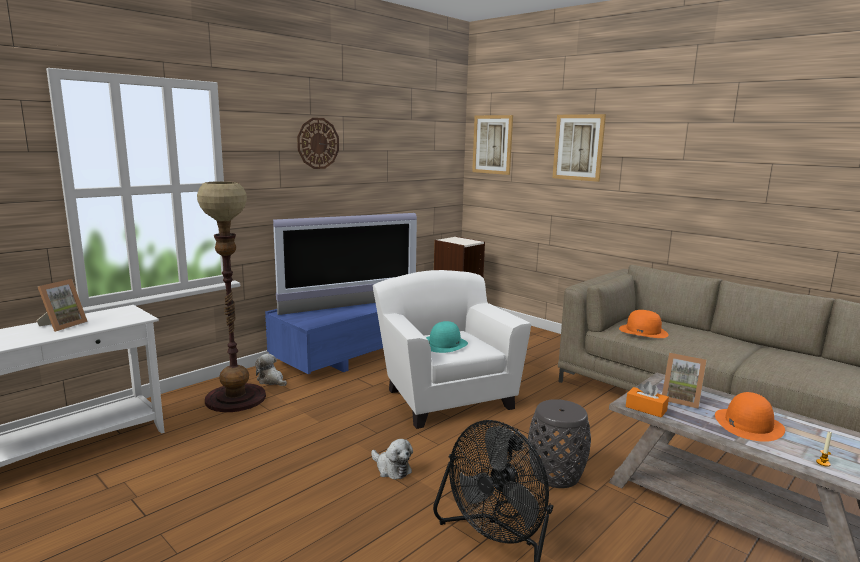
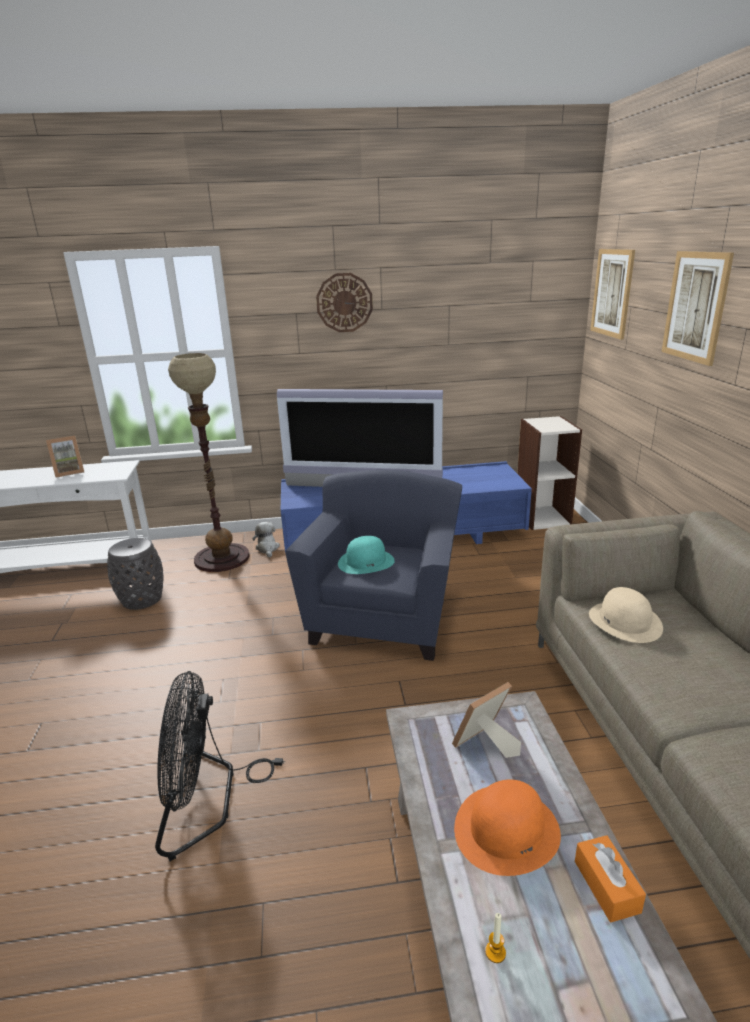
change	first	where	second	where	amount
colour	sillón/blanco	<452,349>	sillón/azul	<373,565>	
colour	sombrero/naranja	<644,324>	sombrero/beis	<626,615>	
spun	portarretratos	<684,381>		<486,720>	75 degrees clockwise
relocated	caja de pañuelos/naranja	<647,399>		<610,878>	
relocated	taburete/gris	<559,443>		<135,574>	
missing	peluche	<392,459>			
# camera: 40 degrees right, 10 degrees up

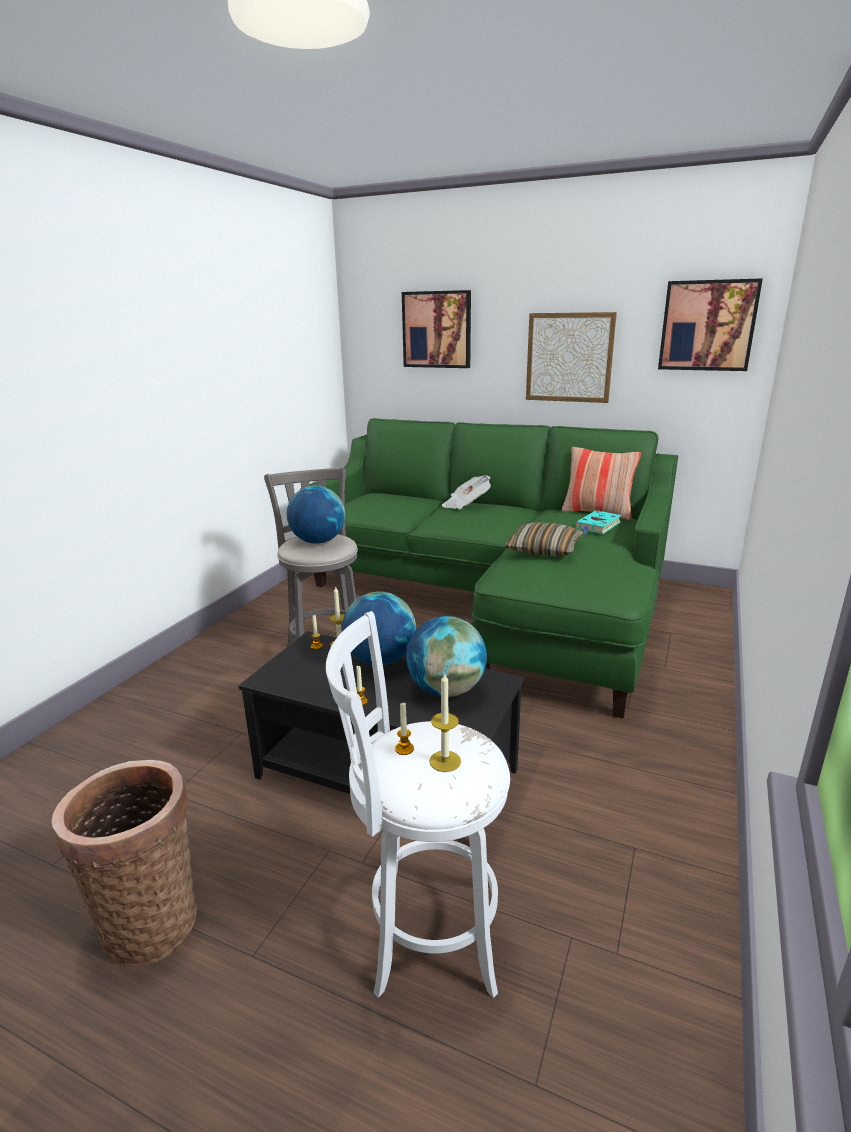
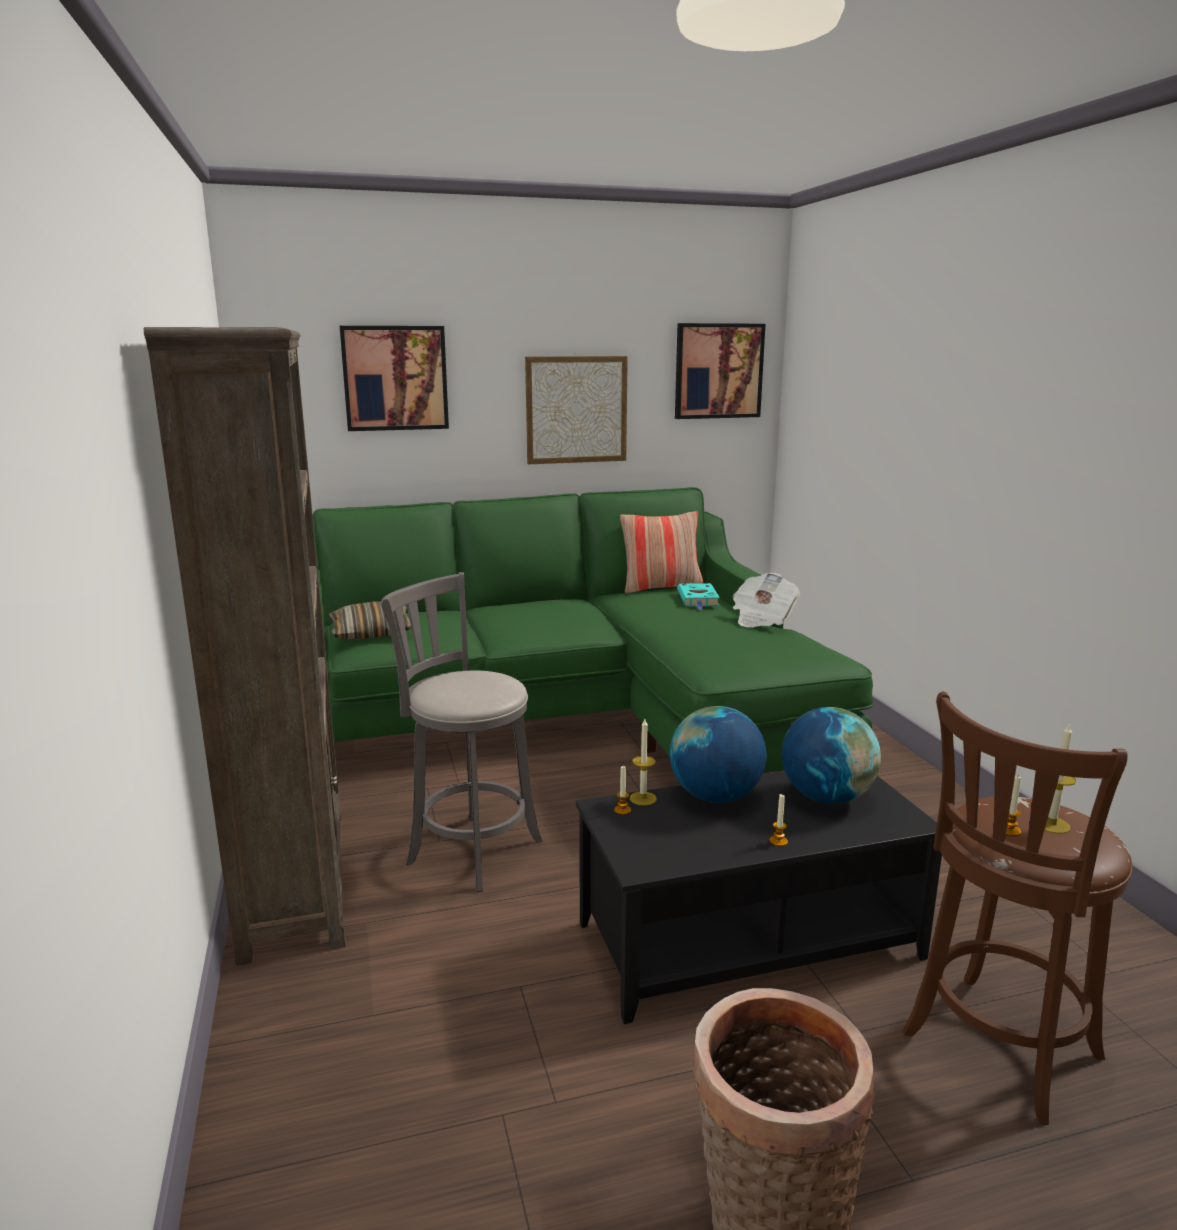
change	first	where	second	where	amount
relocated	periódico	<466,492>		<766,600>	
missing	globo terráqueo	<316,514>			
relocated	cojín	<544,539>		<370,620>	
colour	taburete/blanco	<418,804>	taburete/marrón	<1018,908>	
appeared			estantería/marrón	<244,646>	
# camera: 40 degrees left, 5 degrees down

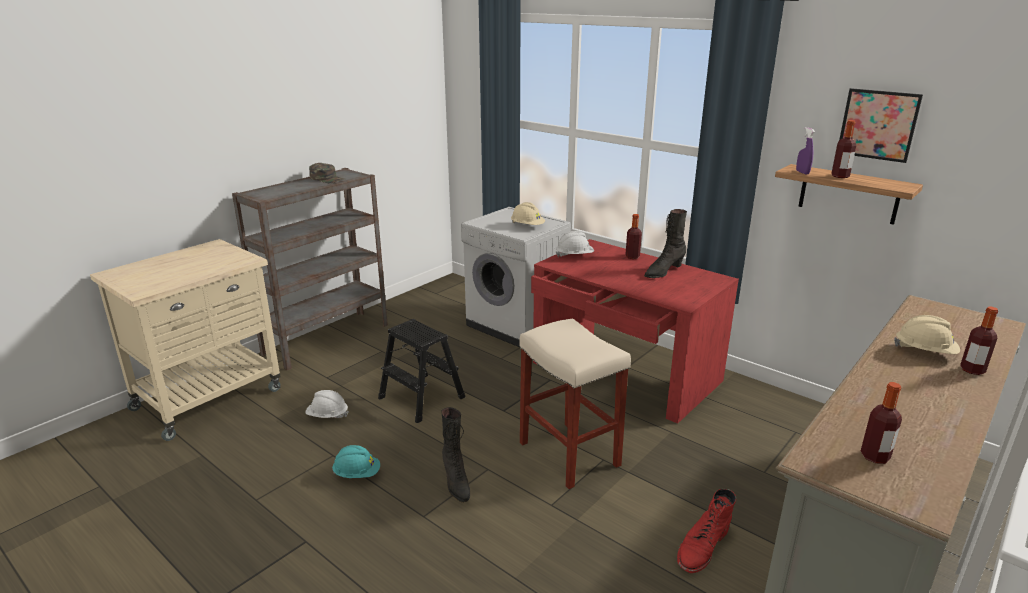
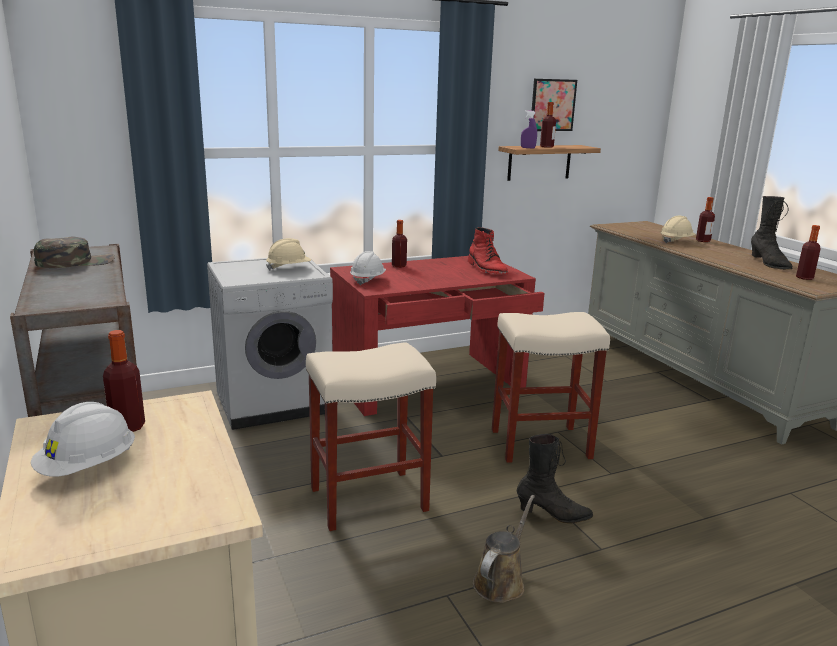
change	first	where	second	where	amount
relocated	bota/negro	<665,243>		<772,233>	
exchanged	escalera de tijera/negro	<422,371>	taburete/beis	<371,436>	
relocated	casco/blanco	<327,404>		<83,439>	
exchanged	casco/turquesa	<356,461>	regadera/marrón	<504,549>	
relocated	bota/rojo	<706,531>		<488,250>	
appeared			botella	<124,381>	
# camera: 65 degrees left, 5 degrees down

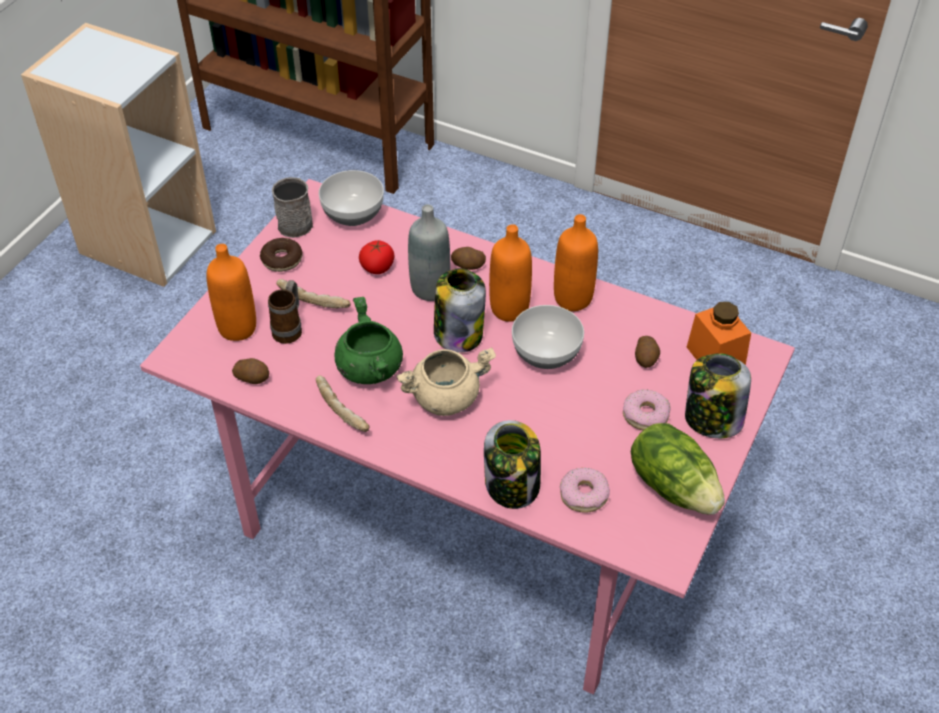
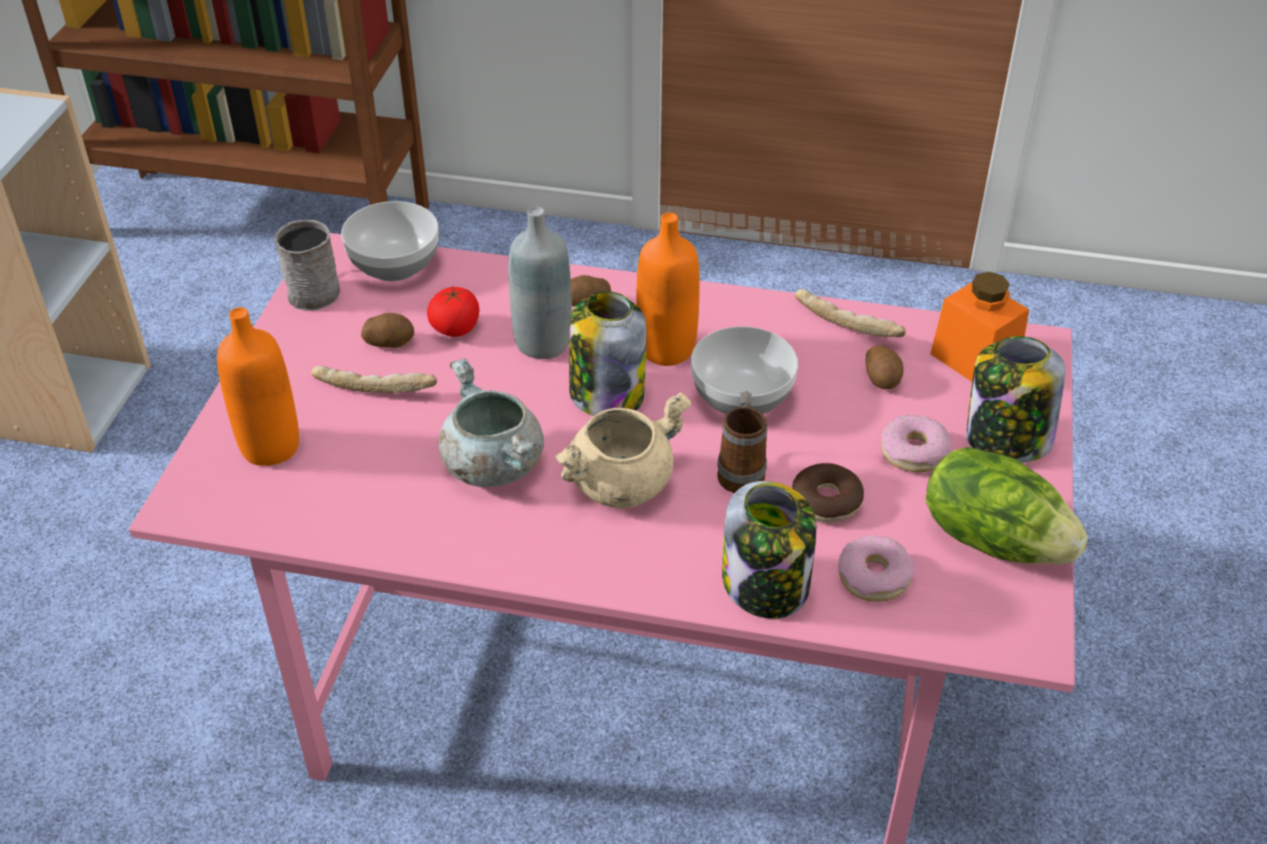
change	first	where	second	where	amount
missing	botella/naranja	<576,262>			
relocated	rosquilla	<281,255>		<828,492>	
relocated	taza grande	<285,312>		<742,442>	
colour	olla/verde	<368,340>	olla/gris	<491,423>	
relocated	patata	<250,371>		<387,330>	
relocated	pan	<343,403>		<850,313>	
# camera: 15 degrees left, 5 degrees down

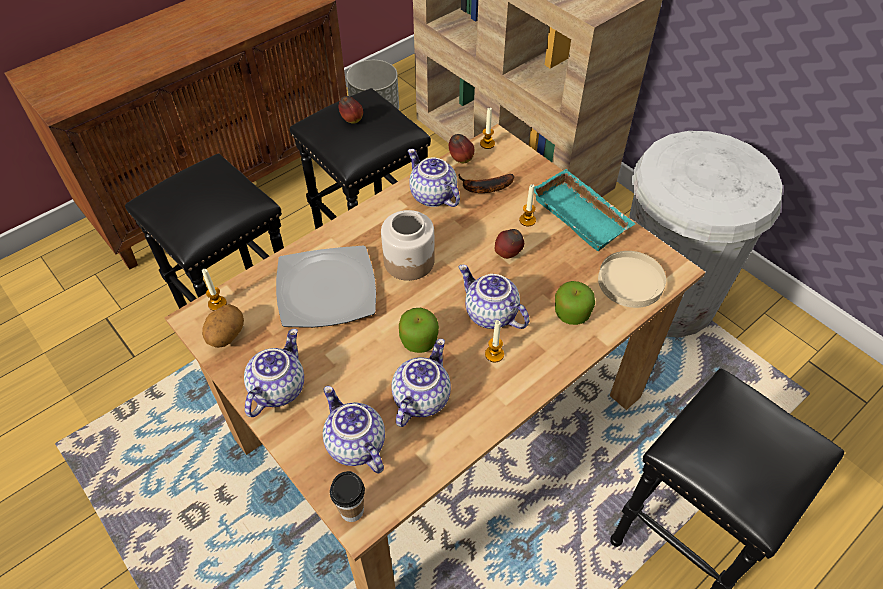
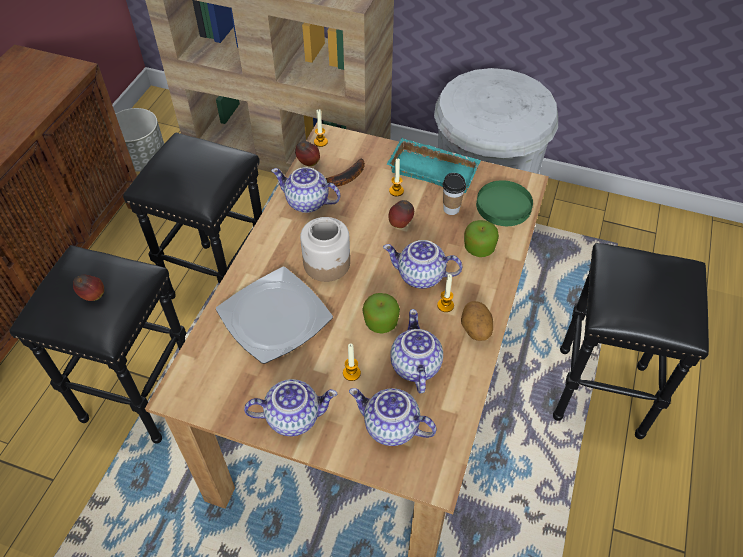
change	first	where	second	where	amount
relocated	manzana	<351,110>		<88,287>	
colour	plato/beis	<632,279>	plato/verde	<504,203>	
relocated	vela	<214,290>		<352,362>	
relocated	patata	<223,326>		<477,321>	
spun	tetera	<274,373>		<290,407>	90 degrees clockwise
relocated	taza	<347,496>		<454,194>	
# camera: 30 degrees left, 0 degrees up

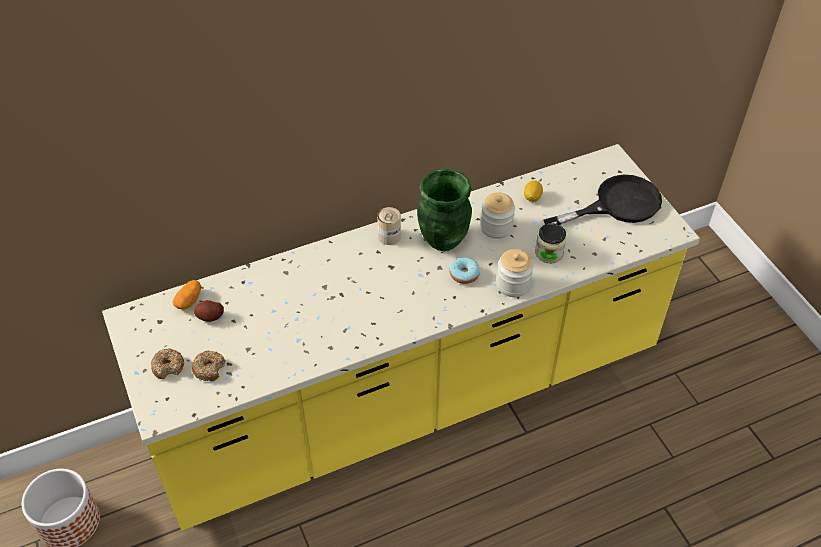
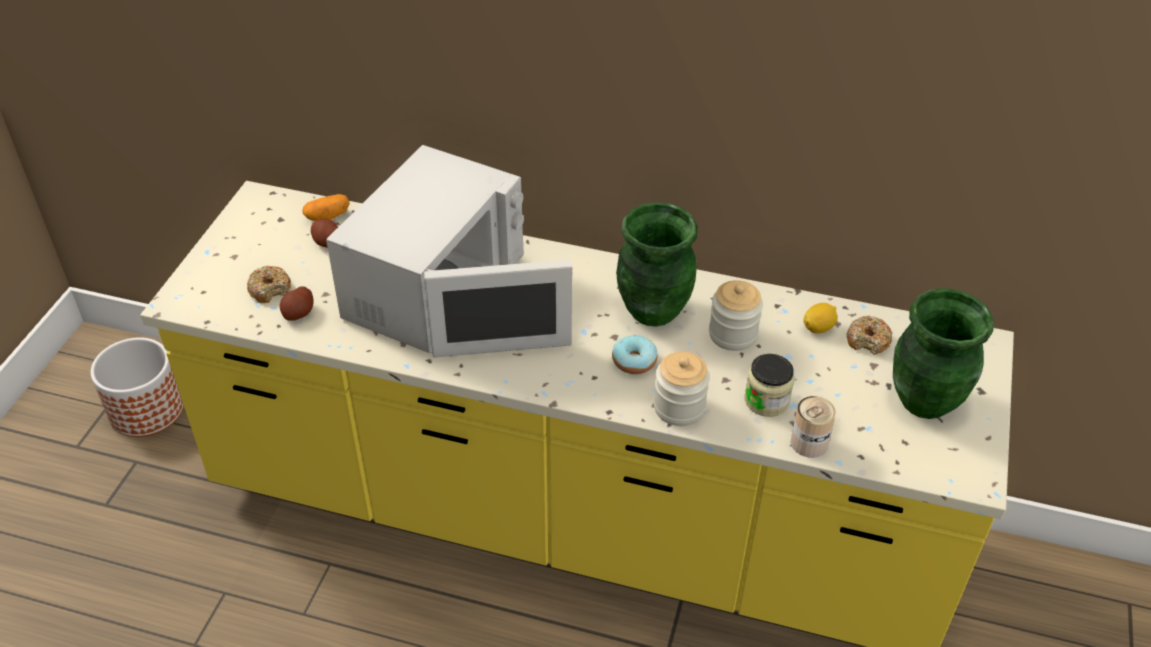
change	first	where	second	where	amount
exchanged	sartén/negro	<603,200>	florero/verde	<943,353>	
relocated	lata	<389,226>		<813,427>	
relocated	rosquilla	<167,363>		<869,335>	
appeared			microondas/blanco	<449,251>	
appeared			patata	<297,303>	
# camera: 40 degrees right, 5 degrees down

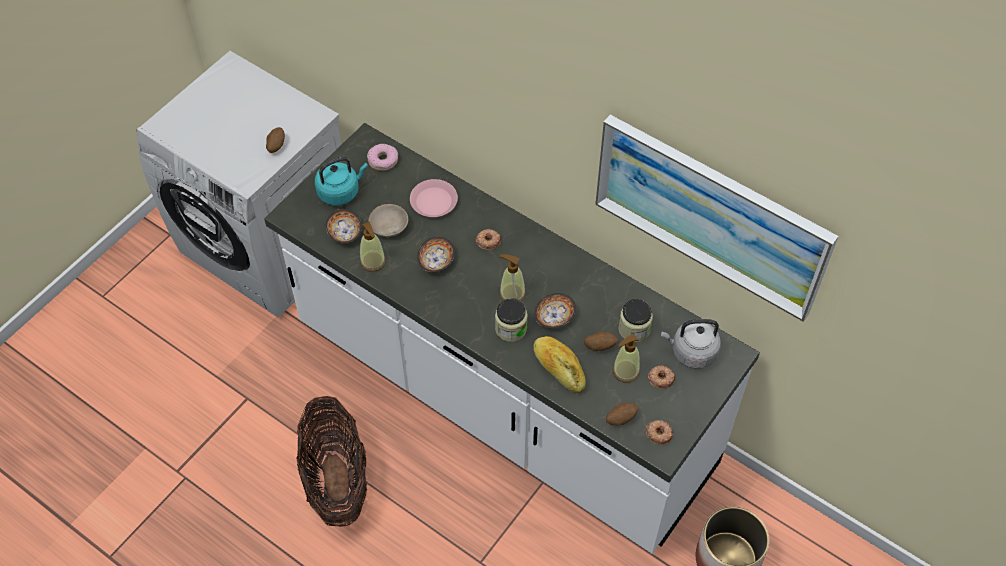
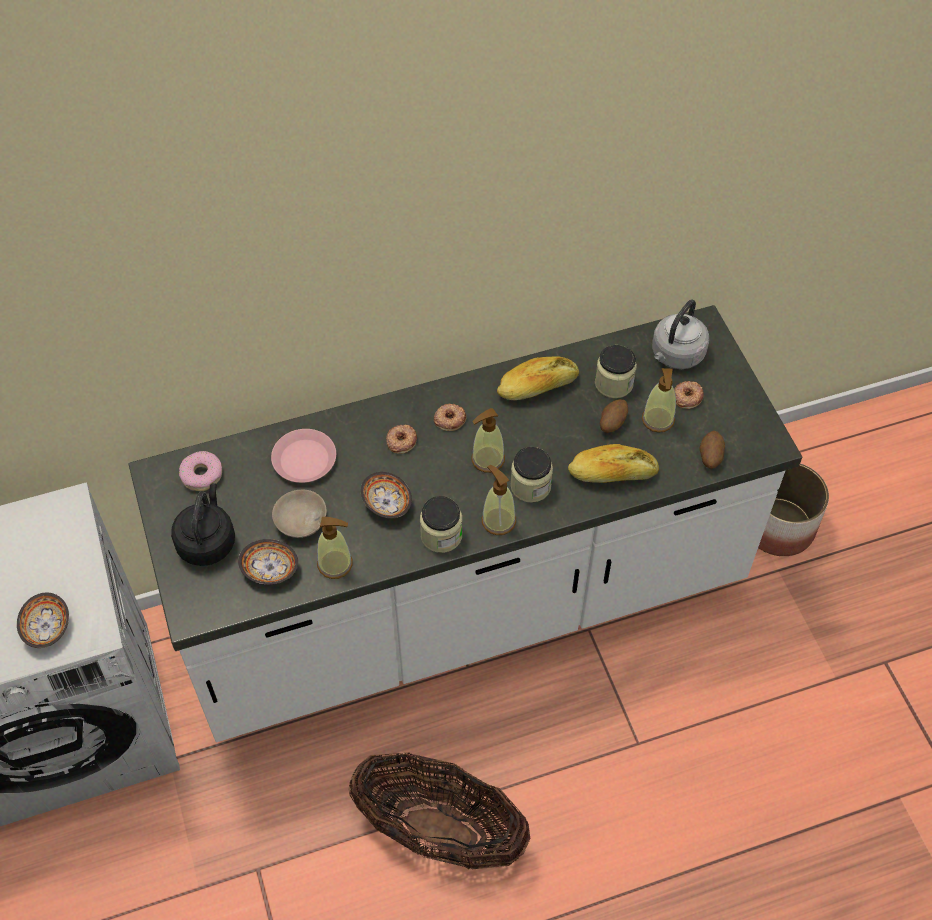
change	first	where	second	where	amount
missing	cuadro	<716,218>			
missing	patata	<275,140>			
colour	hervidor/turquesa	<341,181>	hervidor/negro	<203,524>	
relocated	cuenco	<555,310>		<43,620>	
relocated	rosquilla	<659,432>		<450,417>	
appeared			pan	<538,378>	
appeared			dispensador de jabón	<499,500>	
appeared			tarro	<441,524>	
# camera: 55 degrees left, 0 degrees up

